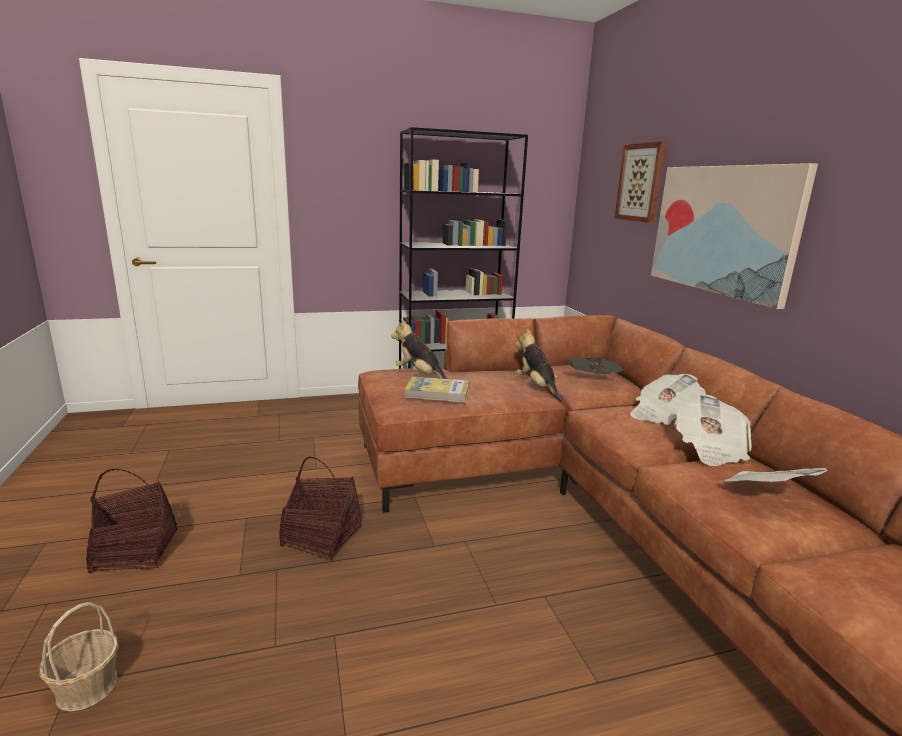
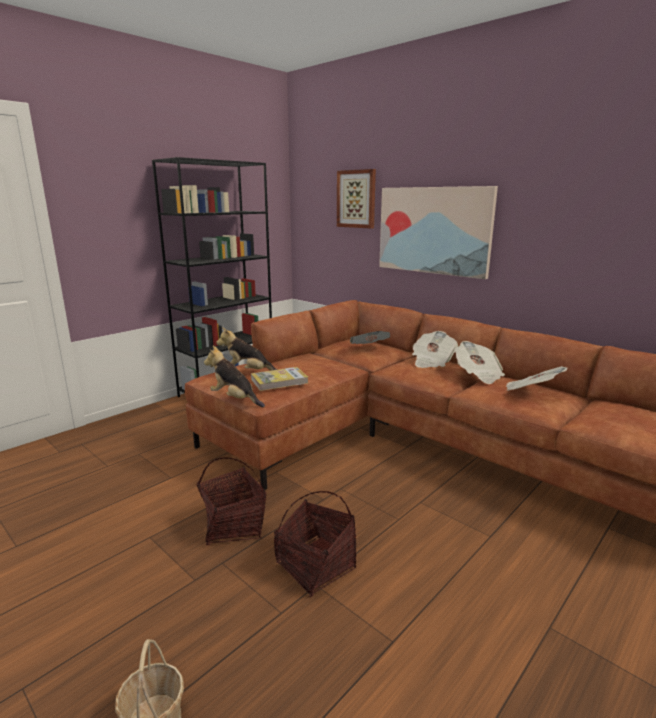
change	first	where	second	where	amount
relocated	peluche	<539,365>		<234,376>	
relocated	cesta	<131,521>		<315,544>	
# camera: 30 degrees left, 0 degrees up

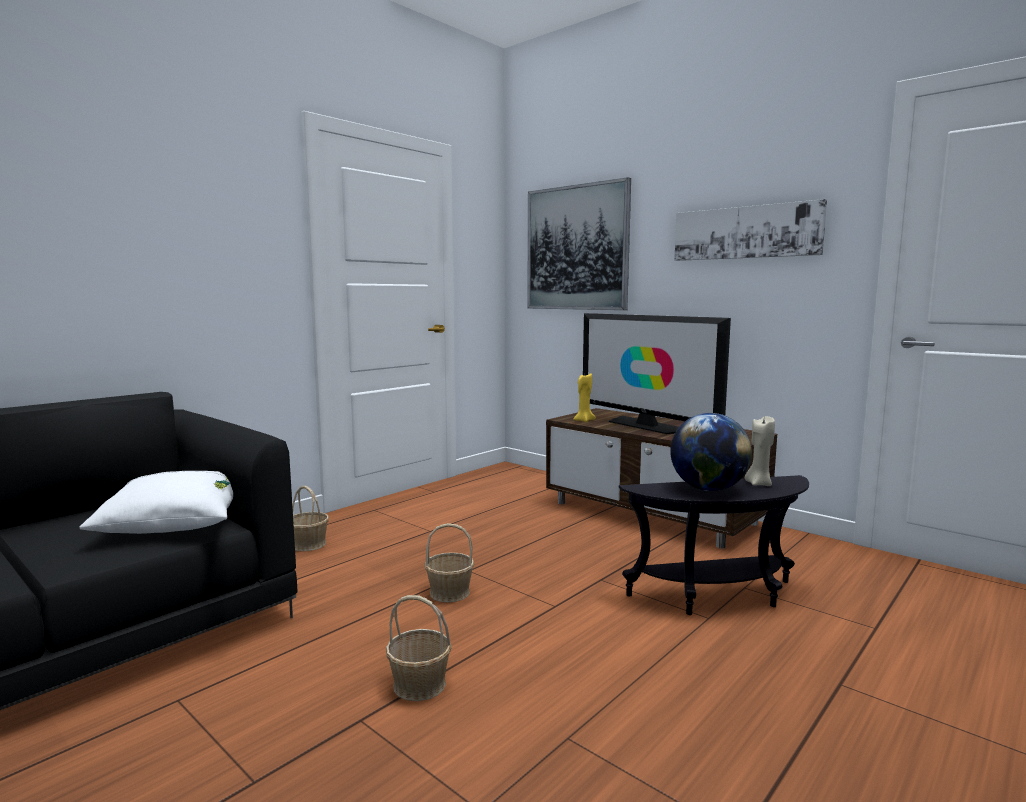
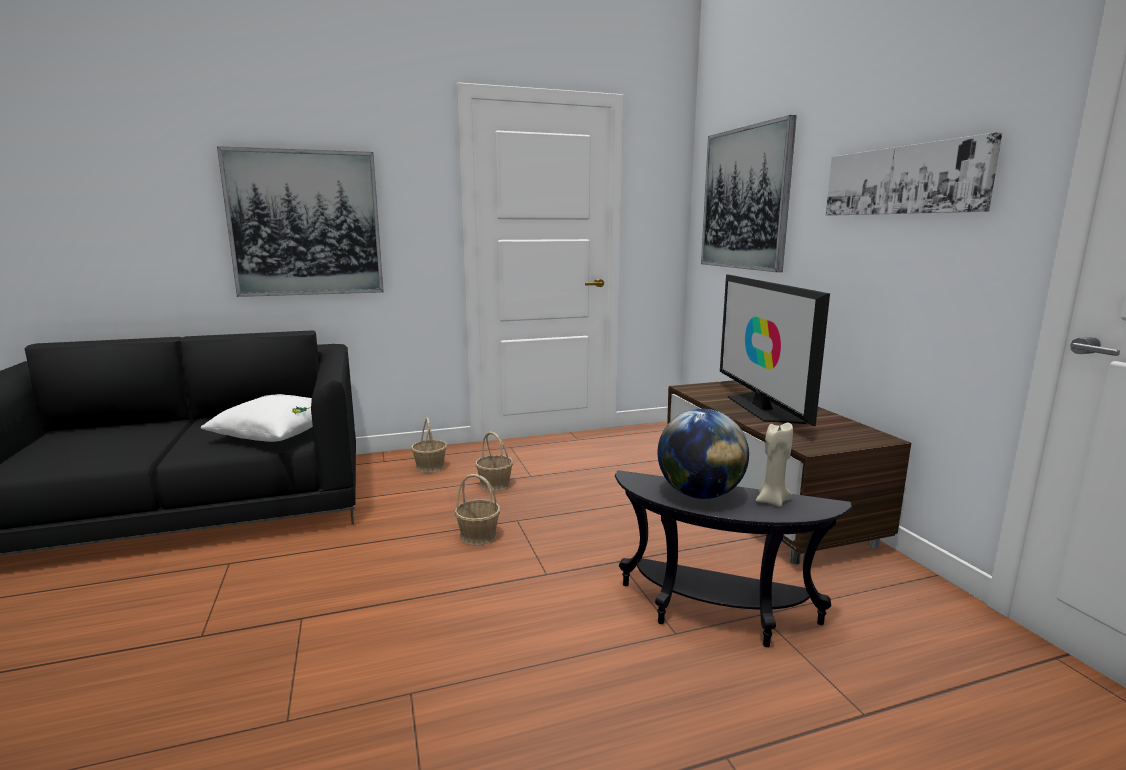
change	first	where	second	where	amount
missing	vela/amarillo	<584,397>			
relocated	cesta	<419,648>		<494,461>	
appeared			cuadro	<300,221>	
# camera: 30 degrees right, 5 degrees up

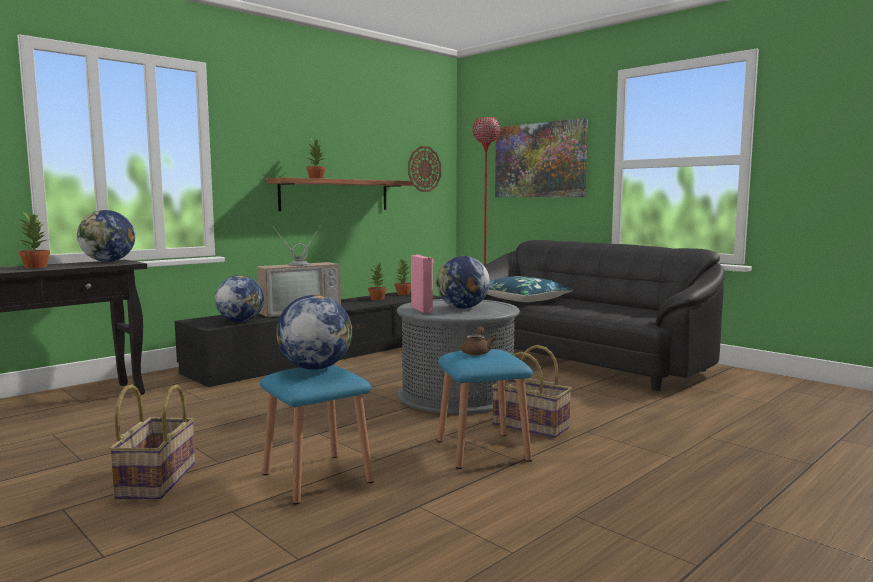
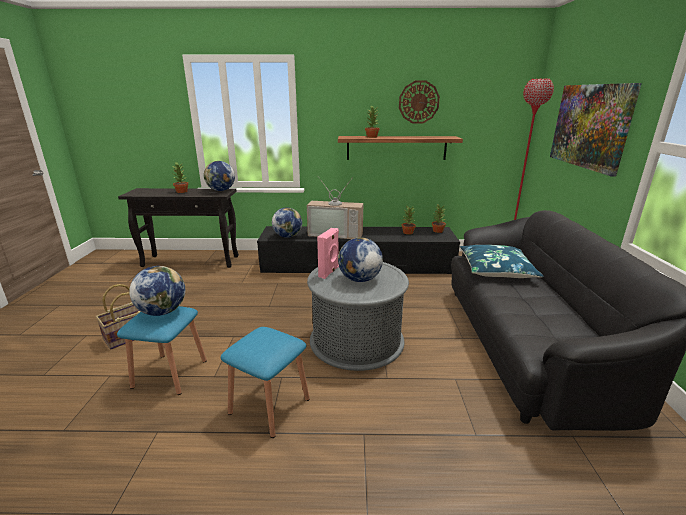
change	first	where	second	where	amount
relocated	reloj de pared	<424,169>		<419,102>	
missing	tetera/marrón	<479,341>			
missing	cesta	<532,391>			
# camera: 45 degrees right, 15 degrees up

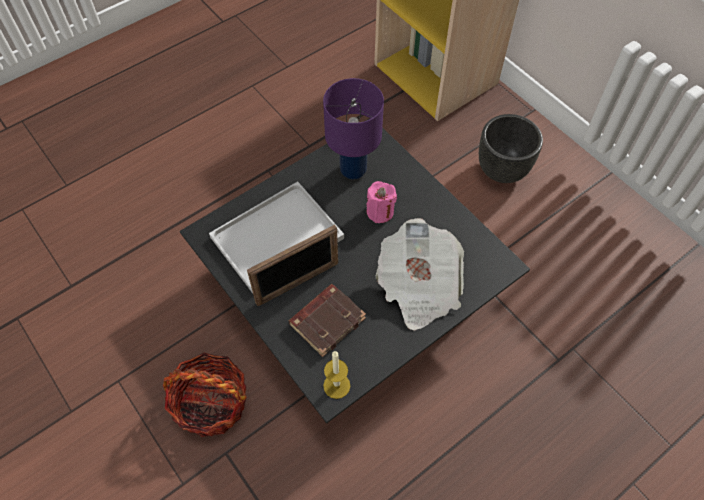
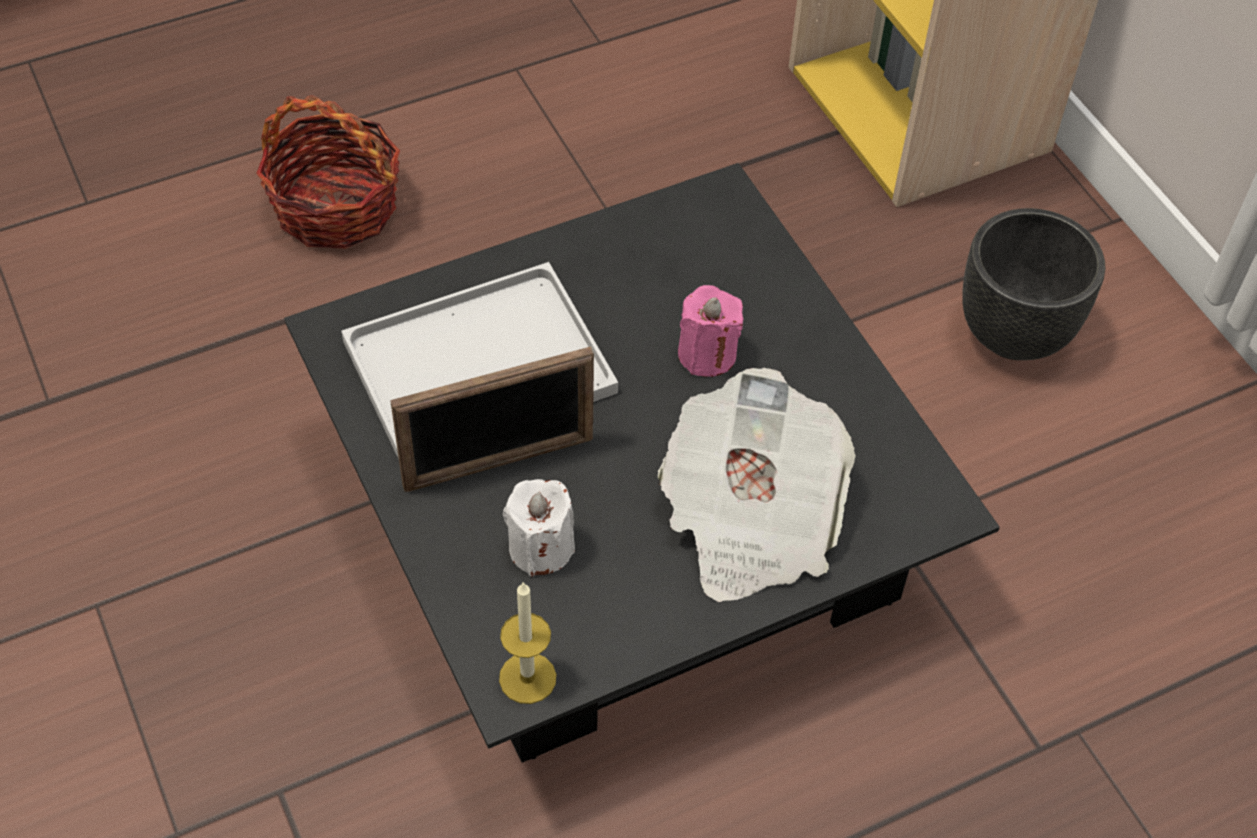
change	first	where	second	where	amount
missing	lámpara de mesa/morado	<353,128>			
exchanged	libro/marrón	<327,320>	vela/blanco	<539,528>	
relocated	cesta	<204,395>		<328,172>	
# camera: 10 degrees right, 5 degrees down

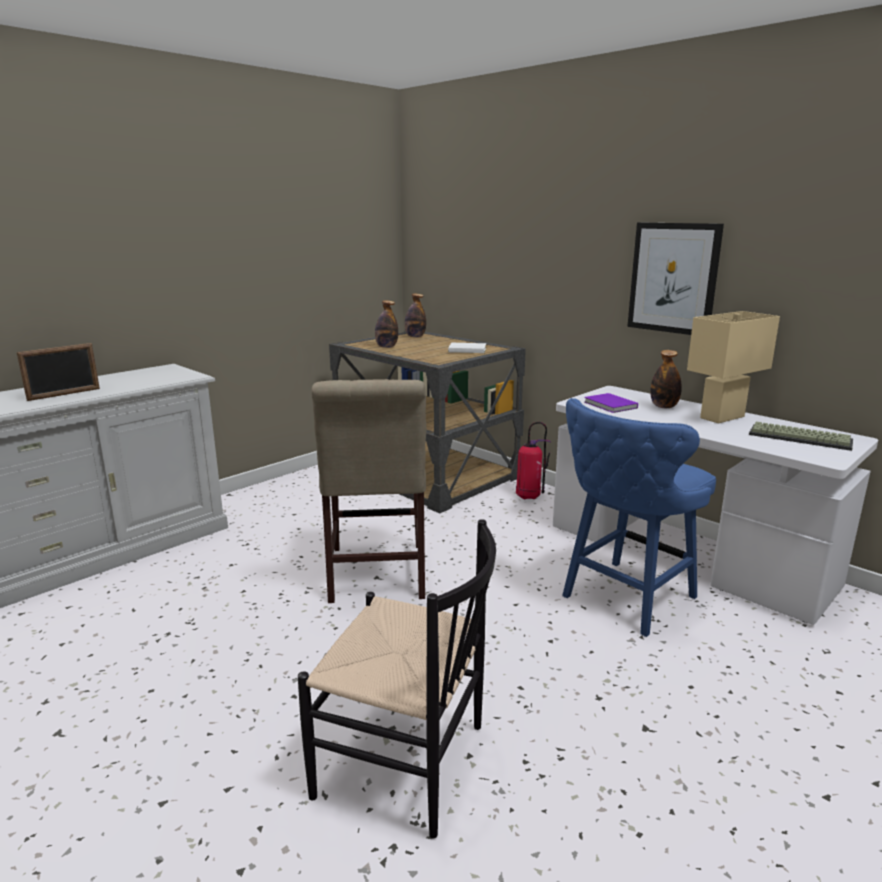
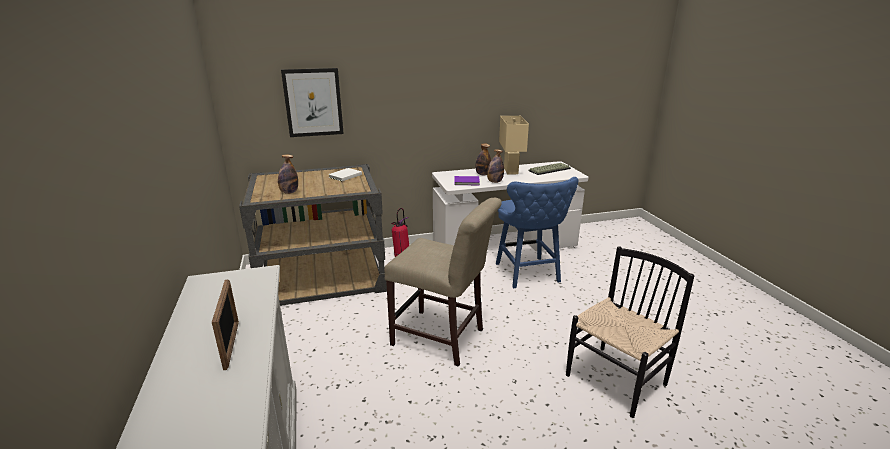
change	first	where	second	where	amount
relocated	cuadro	<675,279>		<312,102>	
relocated	botella	<415,315>		<495,166>	
# camera: 60 degrees left, 5 degrees up

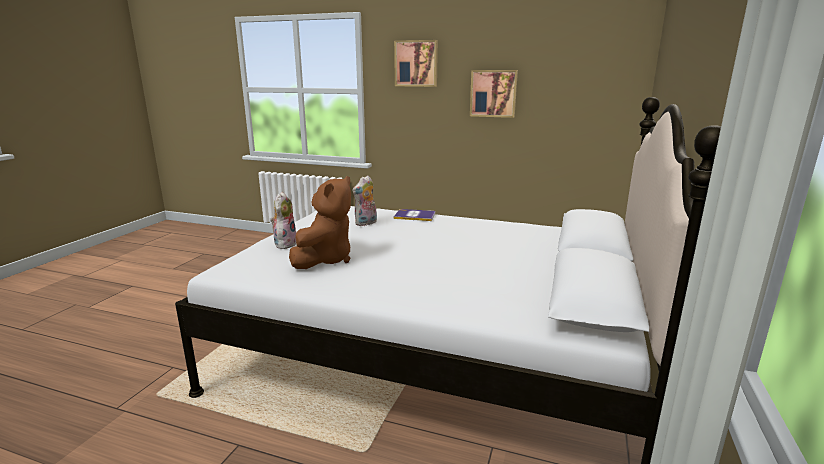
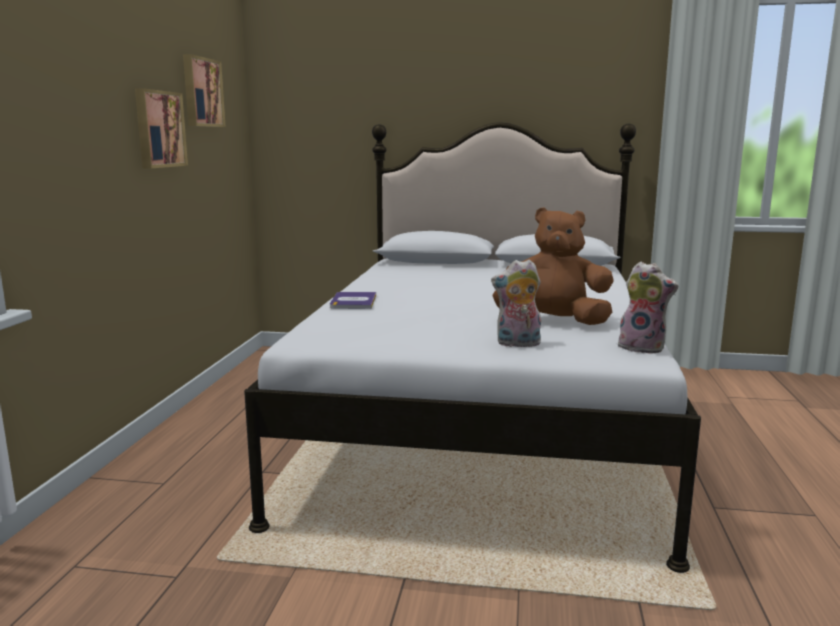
change	first	where	second	where	amount
relocated	cuadro	<416,63>		<204,90>	
relocated	peluche	<364,200>		<647,308>	
# camera: 100 degrees left, 5 degrees down

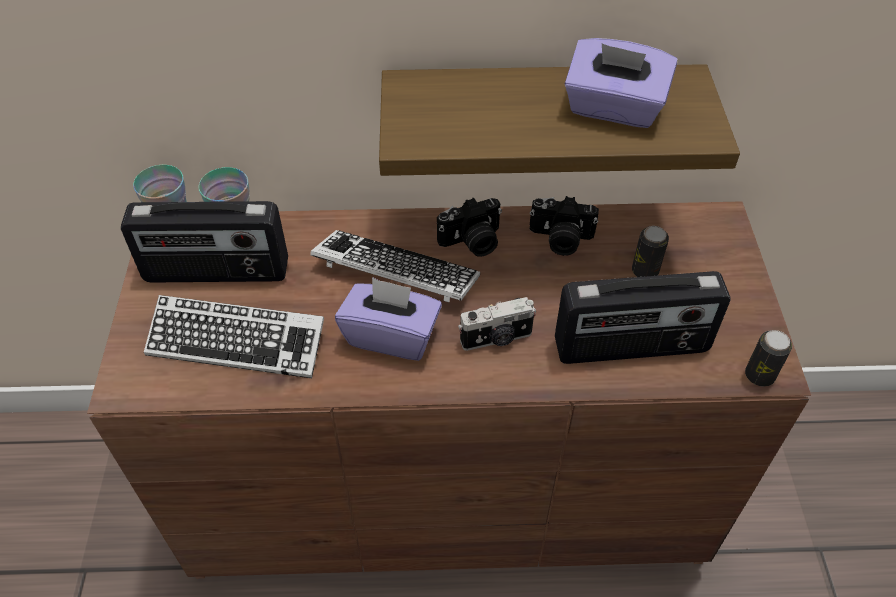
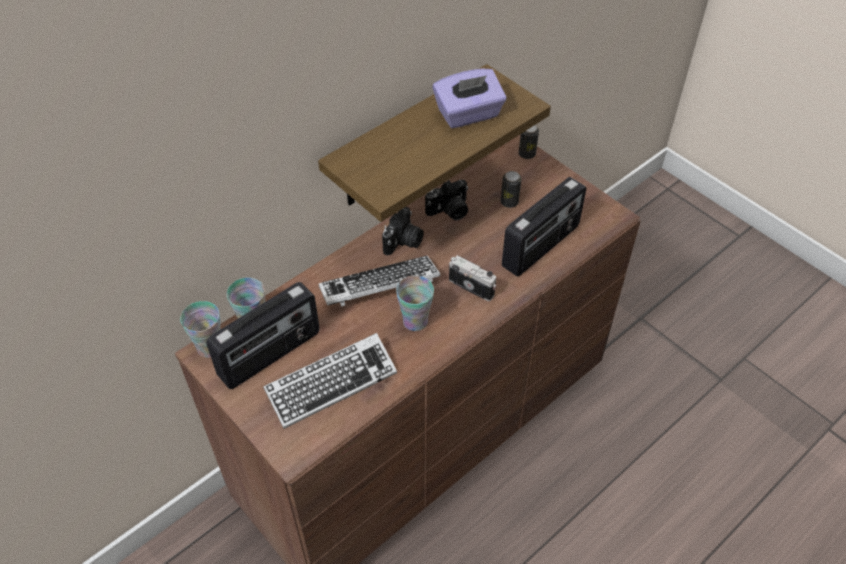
change	first	where	second	where	amount
exchanged	caja de pañuelos/morado	<388,319>	taza	<415,303>	
spun	cámara	<497,324>		<472,278>	90 degrees counterclockwise
relocated	lata	<768,358>		<529,142>	
# camera: 40 degrees left, 0 degrees up

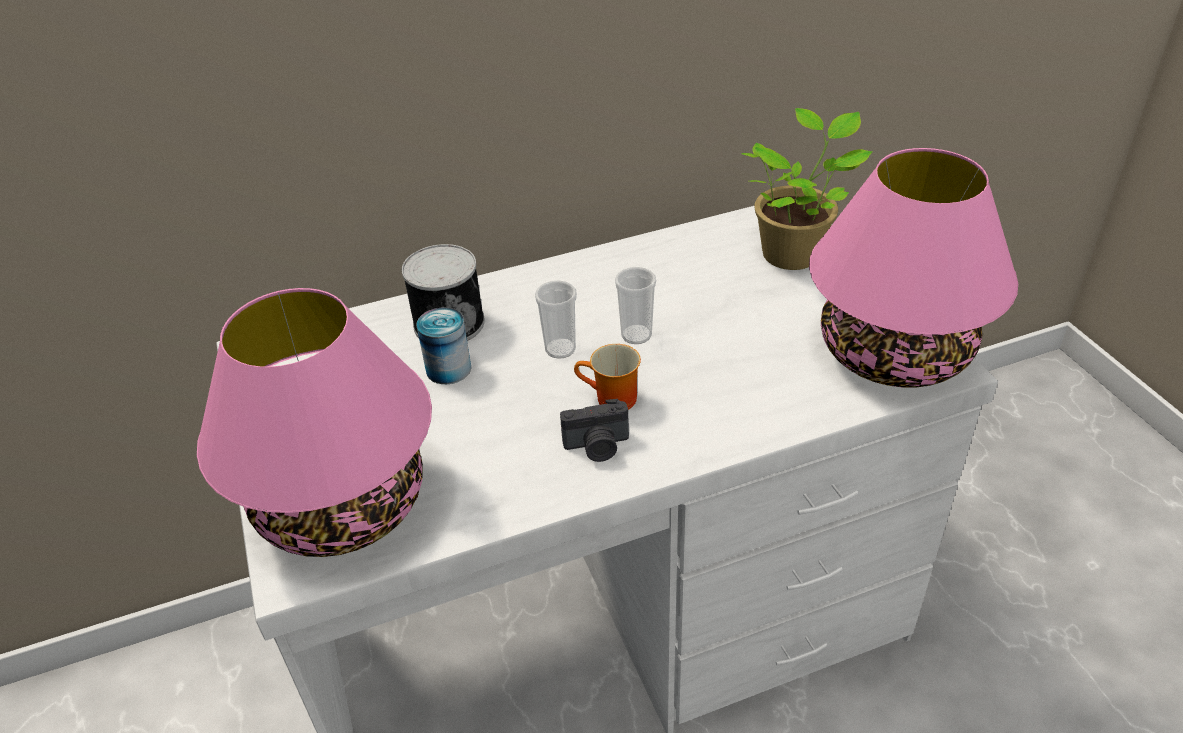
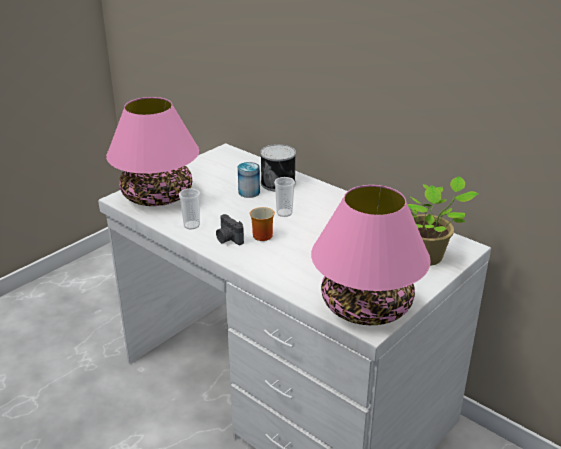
change	first	where	second	where	amount
relocated	taza	<635,305>		<189,208>	
# camera: 60 degrees right, 10 degrees down

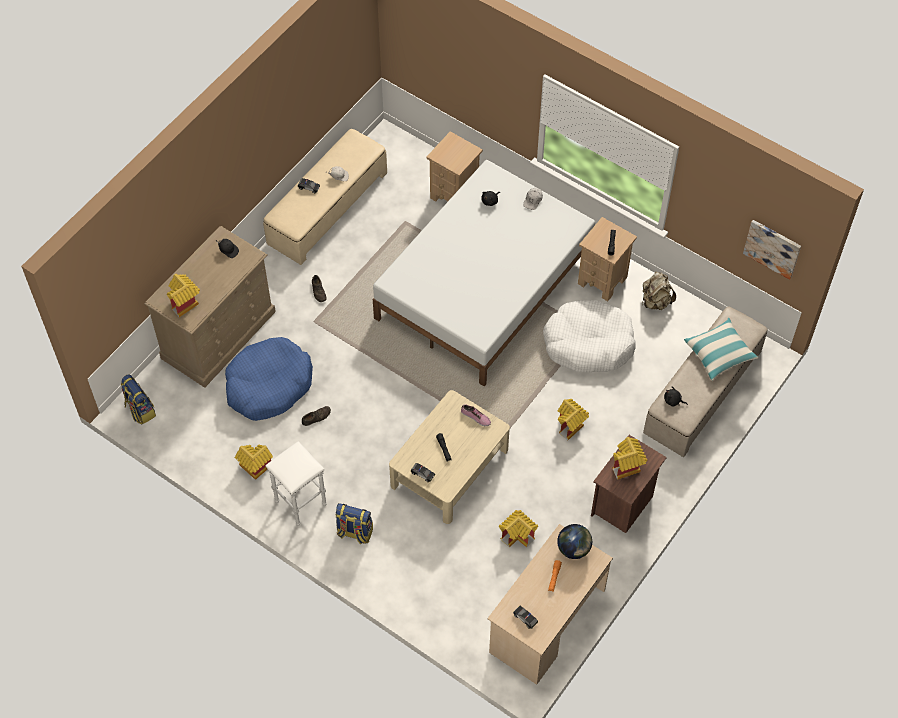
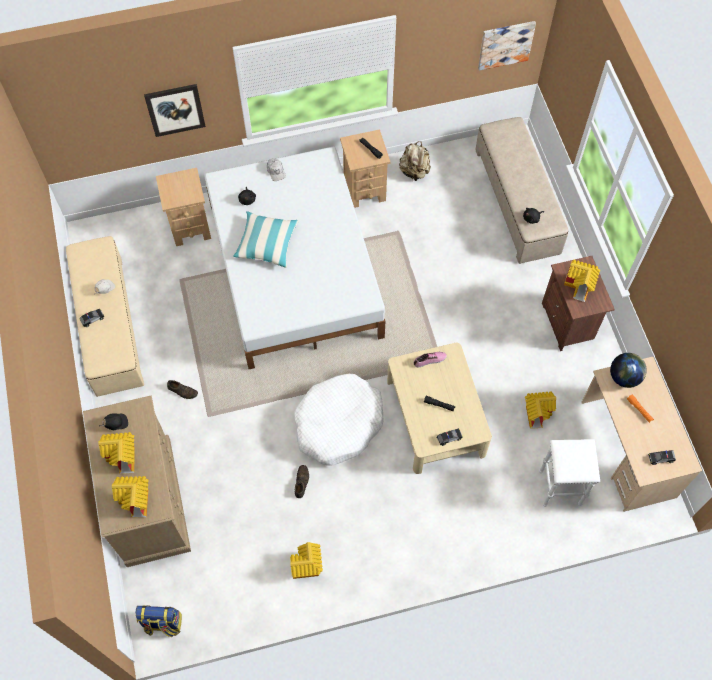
change	first	where	second	where	amount
relocated	cama para perro/blanco	<589,336>		<339,420>	
relocated	cojín	<721,349>		<266,239>	
missing	cama para perro/azul	<269,379>			
relocated	casita	<573,419>		<116,453>	
relocated	taburete/blanco	<296,483>		<569,473>	
missing	mochila	<354,523>			
appeared			cuadro	<175,110>	
# camera: 50 degrees left, 5 degrees up

